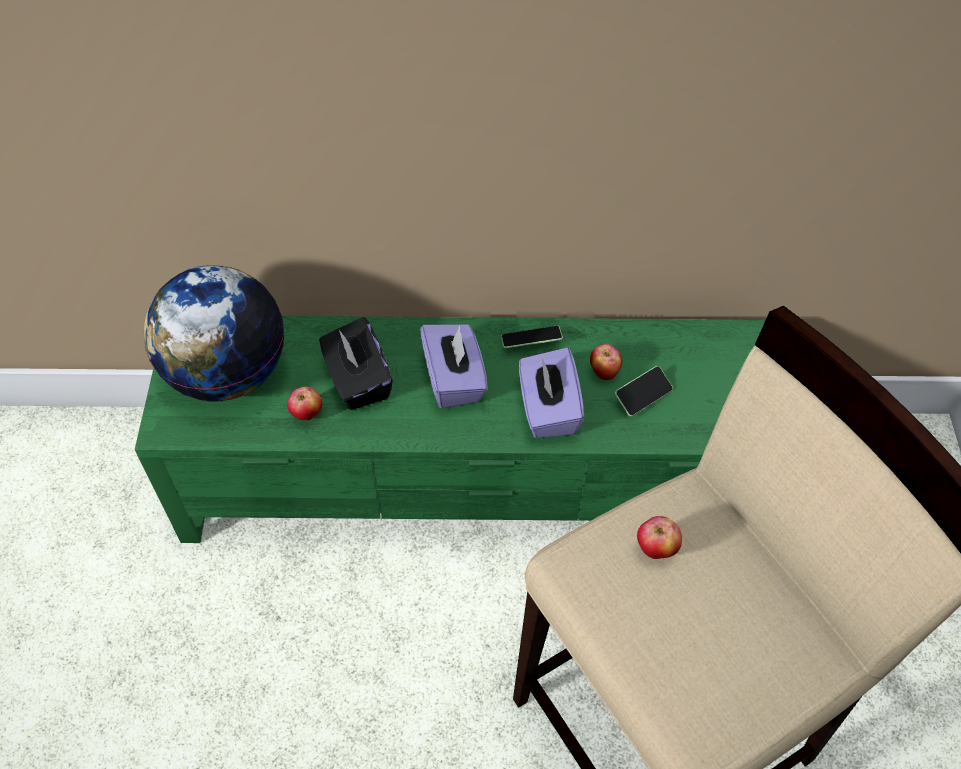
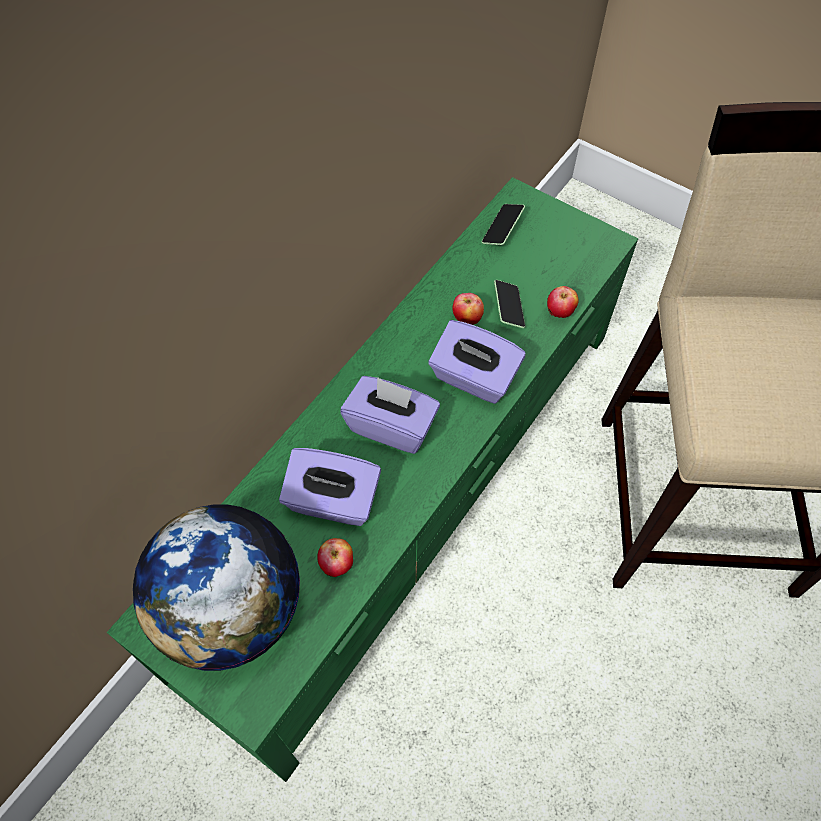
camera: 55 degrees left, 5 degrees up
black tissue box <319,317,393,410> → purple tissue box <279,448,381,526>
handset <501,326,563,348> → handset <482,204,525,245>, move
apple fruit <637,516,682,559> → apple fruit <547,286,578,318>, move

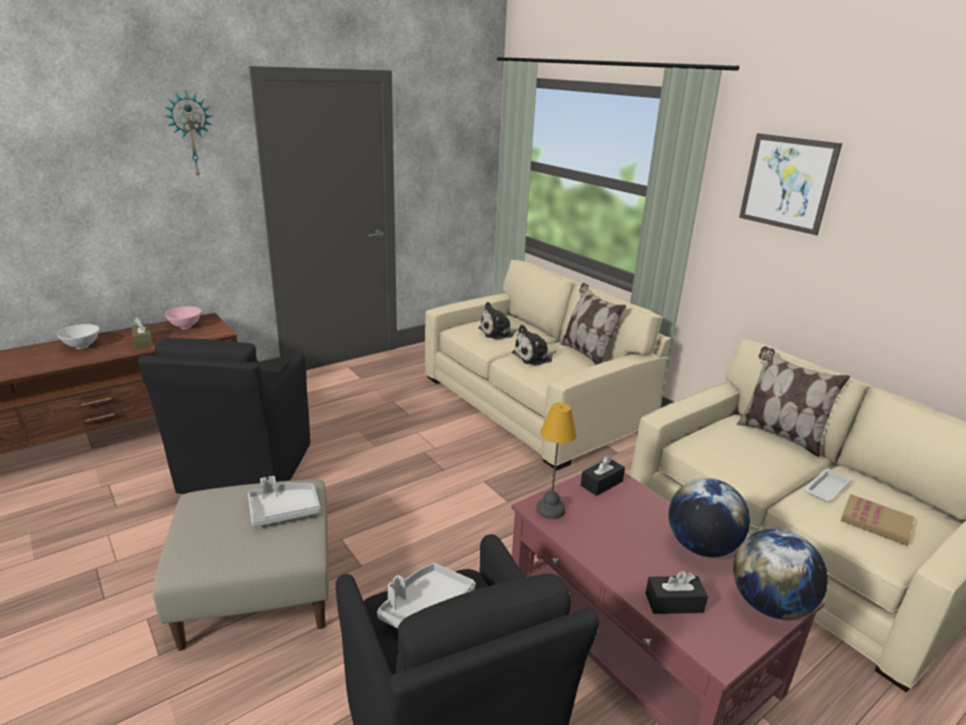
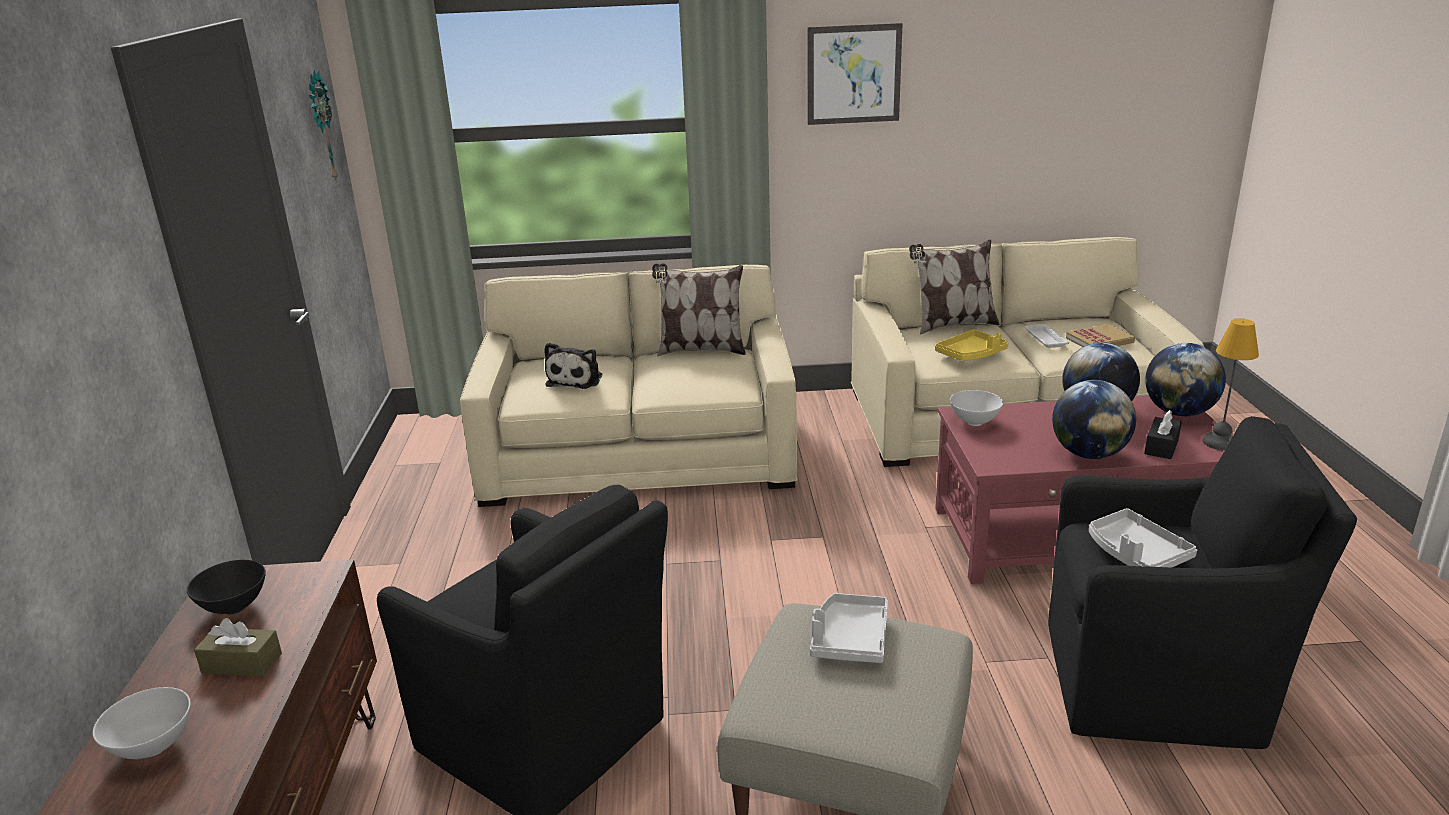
camera: 55 degrees left, 0 degrees up
pink bowl <165,306,202,329> → black bowl <187,560,266,614>
wall clock <164,91,212,176> → wall clock <309,70,338,182>, move
- → yellowish serving tray <935,329,1008,361>
black tissue box <581,455,625,496> → whitish bowl <950,390,1003,426>
- → desk globe <1052,380,1136,459>
lamp for a table <536,403,577,519> → lamp for a table <1203,318,1259,451>, move
cuddly toy <512,325,556,365> → -

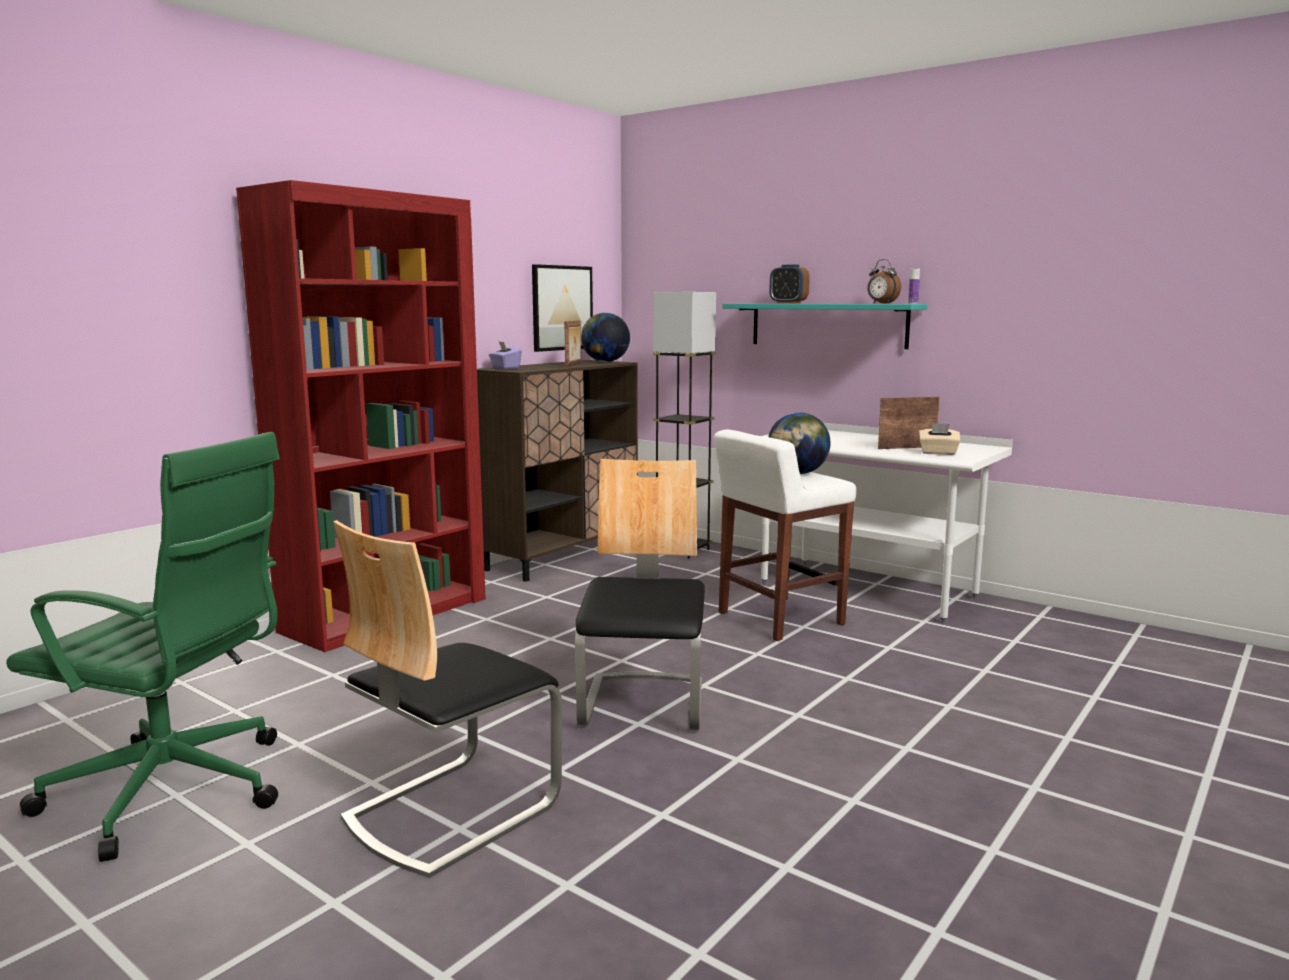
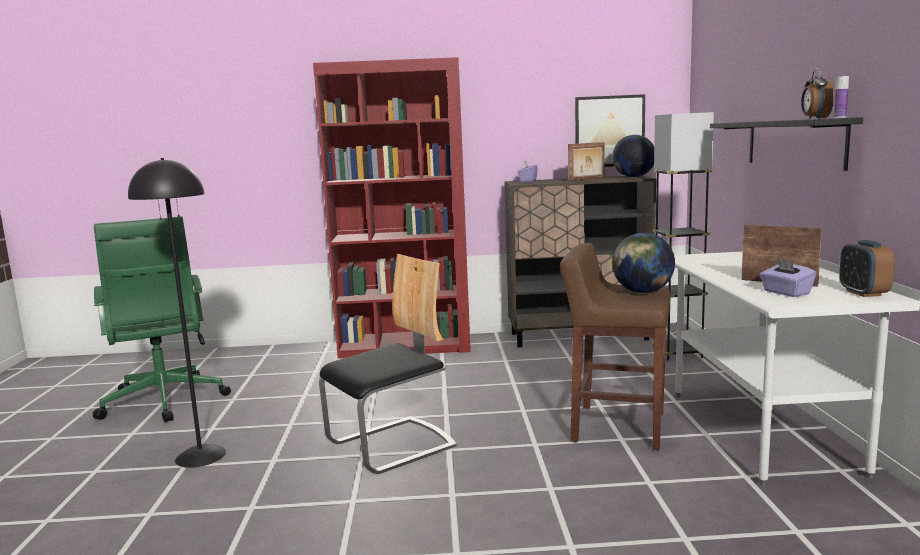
camera: 50 degrees right, 0 degrees up
upright chair <333,520,562,878> → black standing lamp <128,158,226,468>
whitish stool <714,429,856,641> → brownish stool <560,243,670,450>
turquoise bracket shelf <723,304,927,349> → black bracket shelf <710,117,863,171>
sand-coloured tissue box <919,423,961,455> → purple tissue box <760,258,816,297>
alarm clock <769,264,810,303> → alarm clock <839,240,895,297>, move

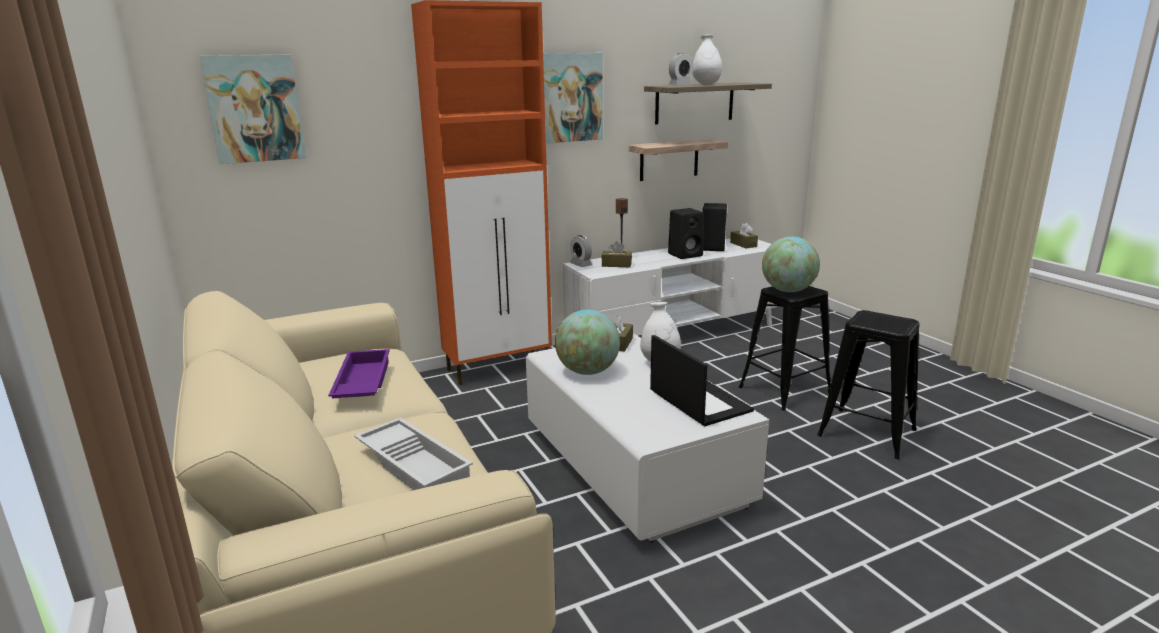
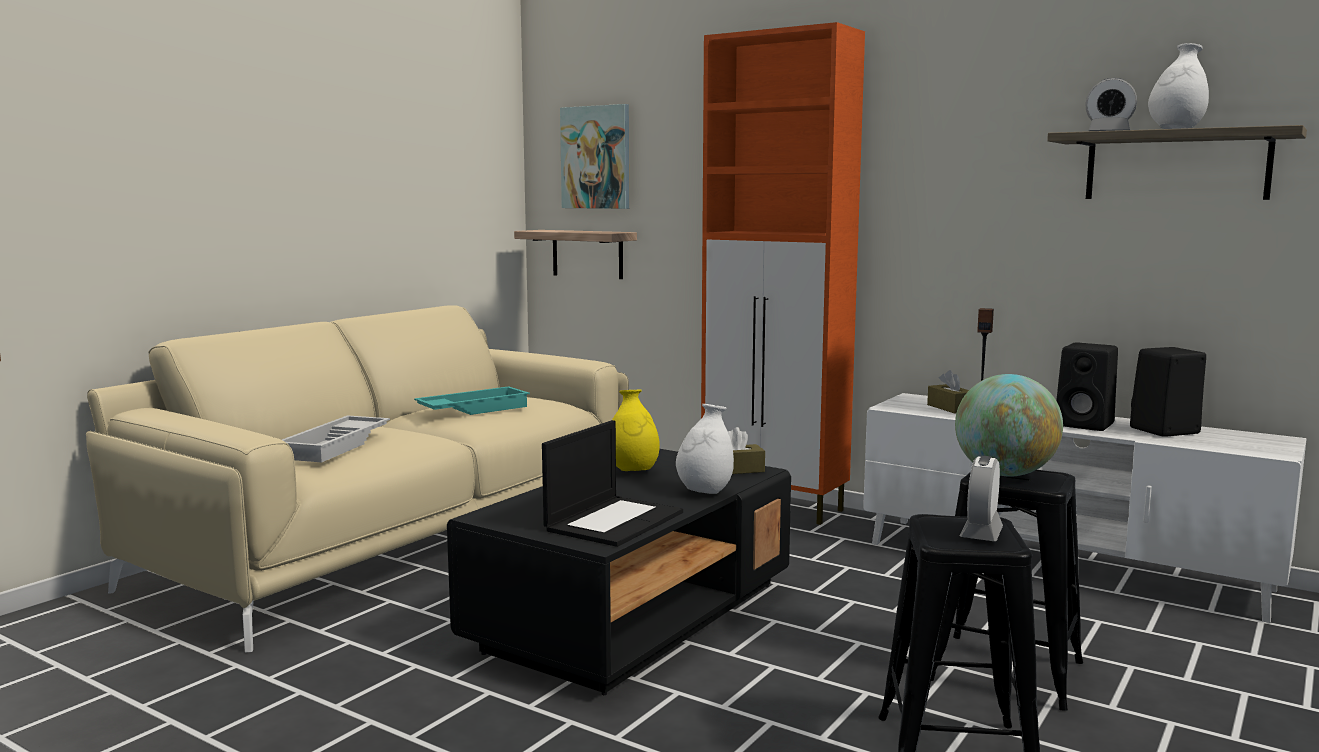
camera: 60 degrees right, 10 degrees down
purple serving tray <328,349,390,399> → turquoise serving tray <414,386,530,415>
whitish low table <526,333,769,542> → black low table <447,449,791,695>
bracket shelf <629,139,728,181> → bracket shelf <514,230,637,279>, move
desk globe <555,310,620,375> → yellowish decorative vase <612,389,660,471>
alarm clock <570,235,592,267> → alarm clock <960,456,1003,541>, move
picture <543,53,603,143> → -
brownish tissue box <730,223,758,248> → -

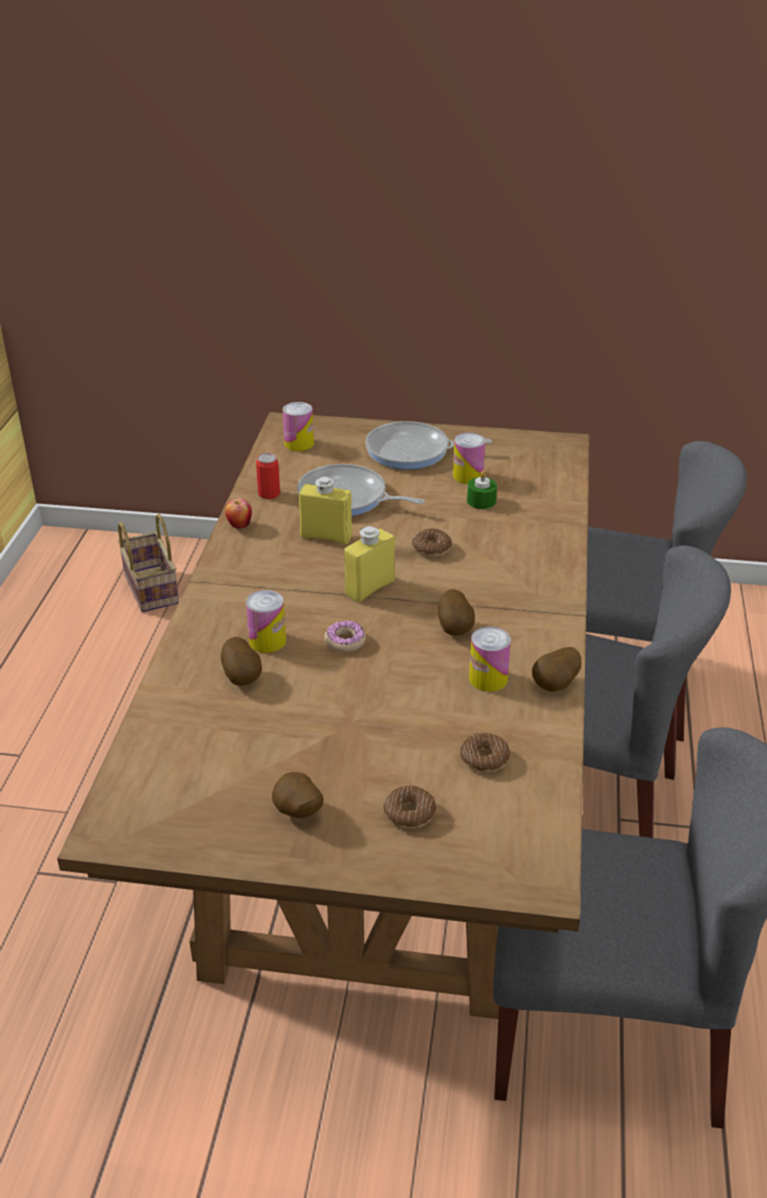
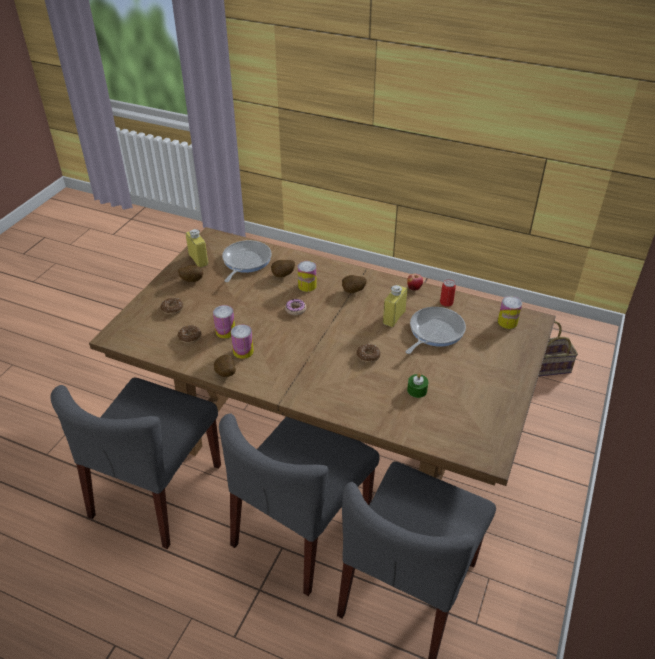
camera: 105 degrees right, 5 degrees up
yellowish drink bottle <344,526,395,602> → yellowish drink bottle <186,229,208,267>, move
can <453,433,485,484> → can <213,305,235,339>, move
frying pan <365,421,492,470> → frying pan <222,240,272,282>, move
potato <438,589,475,636> → potato <342,275,367,293>, move

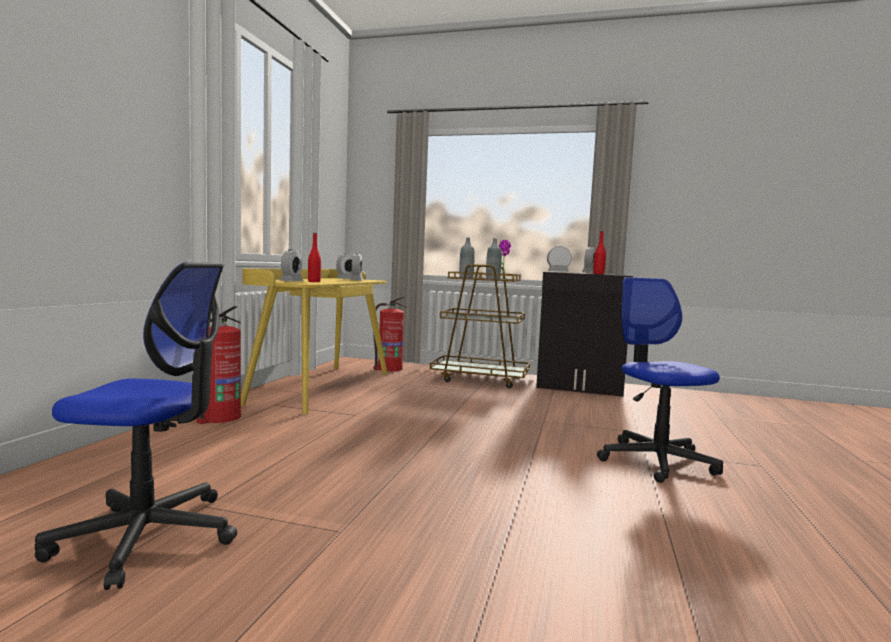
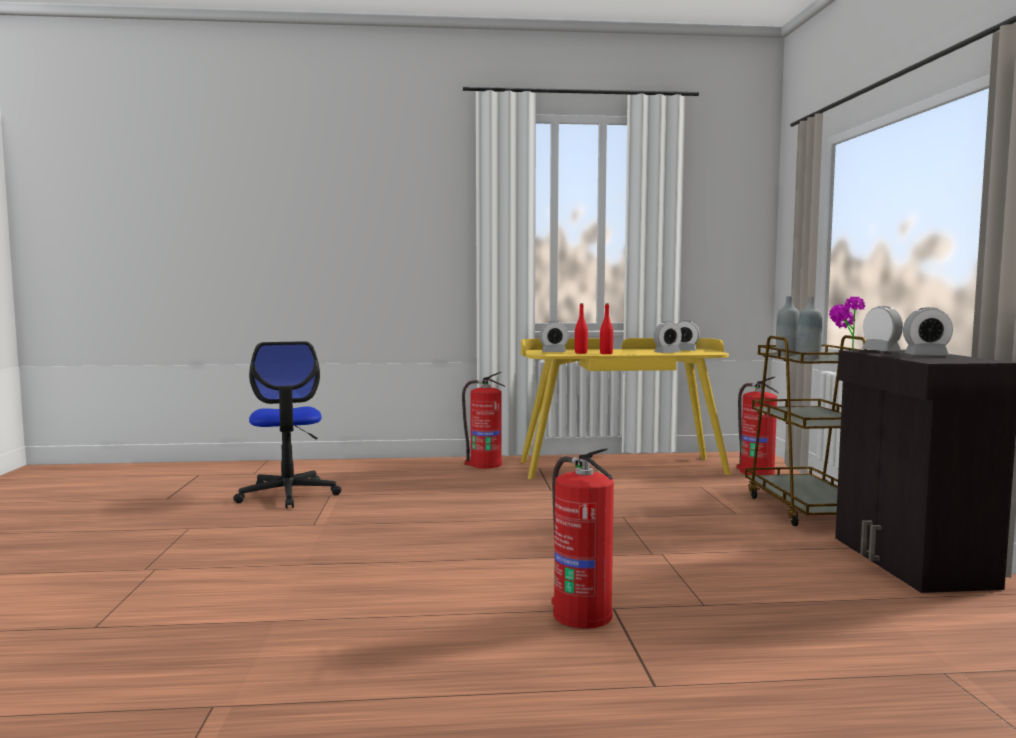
camera: 70 degrees right, 0 degrees up
desk chair <597,277,723,483> → fire-fighting cylinder <552,448,614,629>
red-coloured drink bottle <593,231,606,274> → red-coloured drink bottle <600,304,613,354>, move

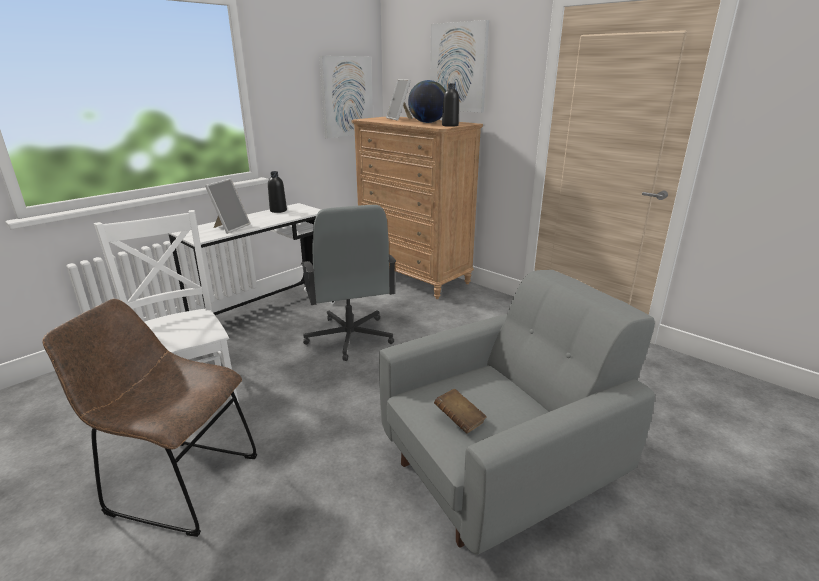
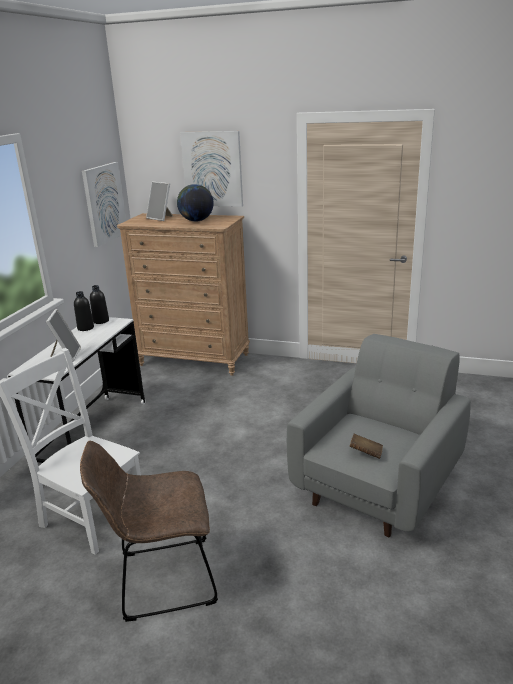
camera: 25 degrees left, 0 degrees up
black drink bottle <442,83,459,127> → black drink bottle <90,285,109,324>, move
gray desk chair <301,205,396,361> → -

